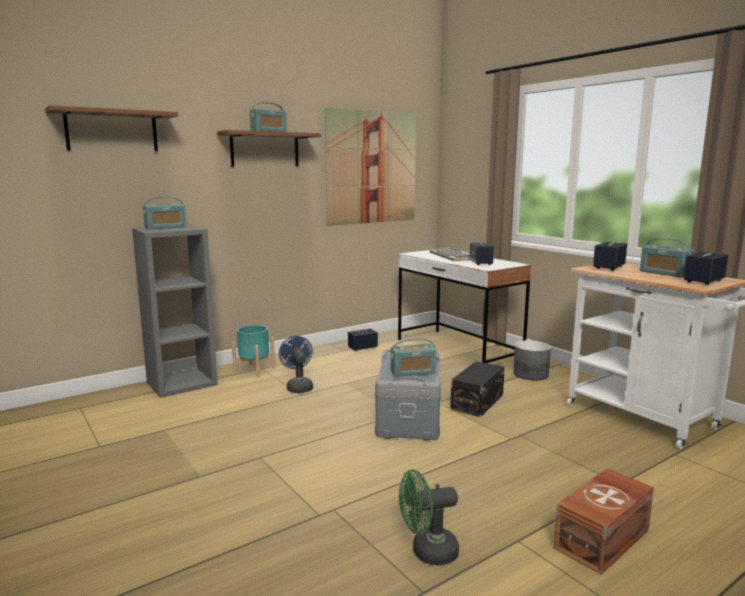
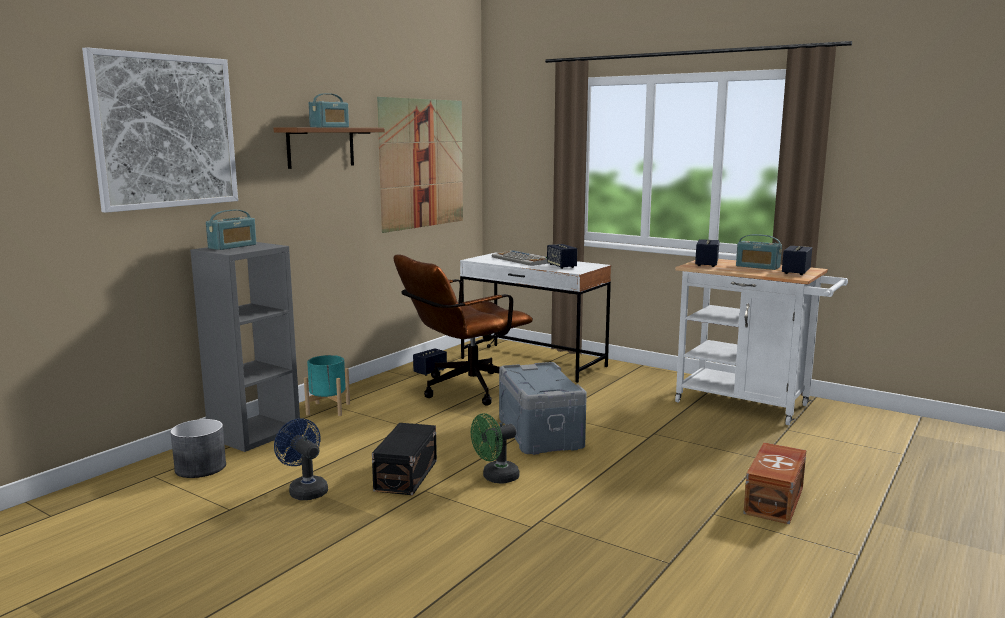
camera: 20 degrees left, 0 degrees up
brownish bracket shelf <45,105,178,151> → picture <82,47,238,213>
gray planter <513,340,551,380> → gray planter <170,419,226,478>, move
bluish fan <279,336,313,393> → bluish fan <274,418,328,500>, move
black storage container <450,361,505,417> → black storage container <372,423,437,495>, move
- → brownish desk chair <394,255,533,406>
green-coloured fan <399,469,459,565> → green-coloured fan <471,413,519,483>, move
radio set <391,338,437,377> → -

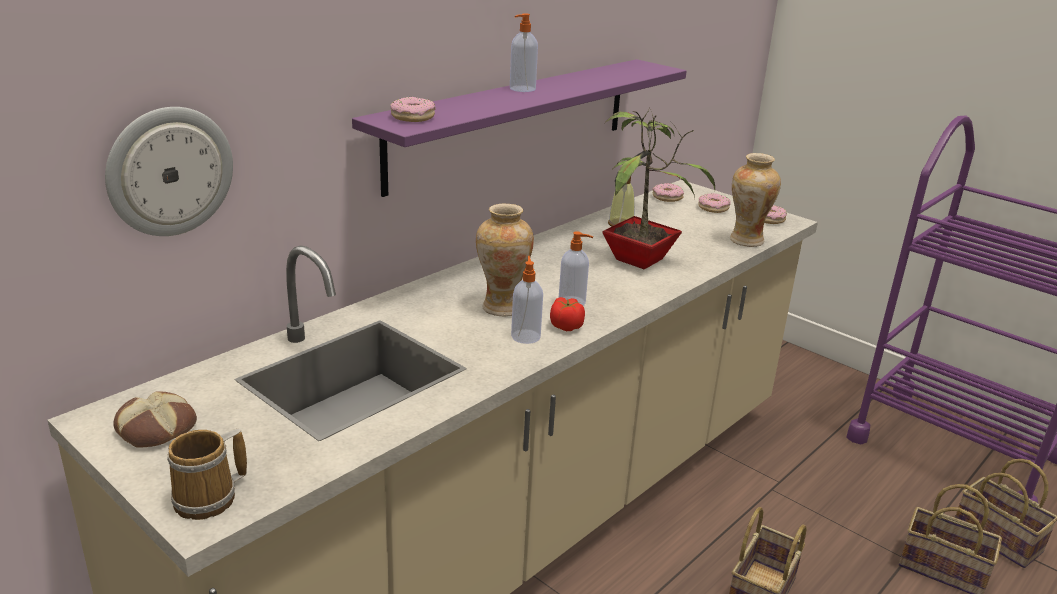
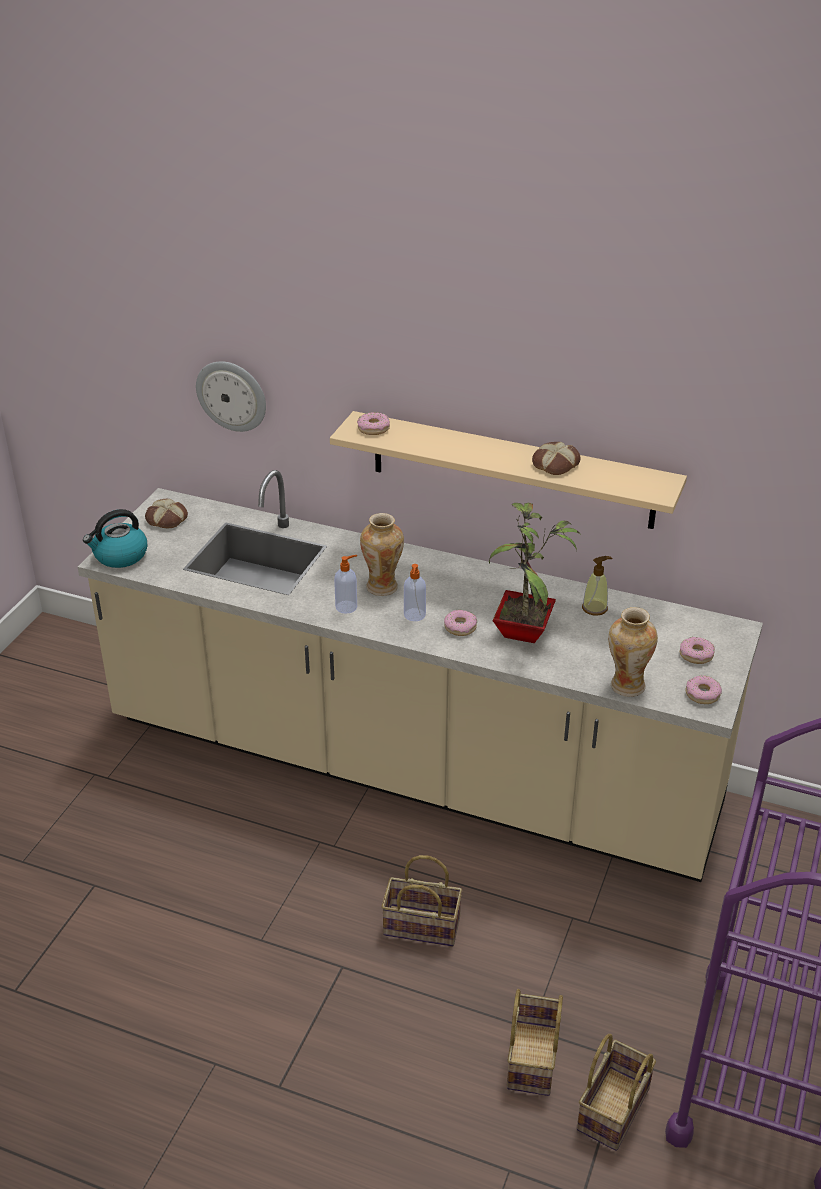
camera: 70 degrees right, 10 degrees up
mug <167,429,247,520> → kettle <83,509,147,568>
purple bracket shelf <352,59,687,197> → sand-coloured bracket shelf <330,411,687,529>
ring doughnut <652,183,684,202> → ring doughnut <444,610,477,636>, move
- → bakery bread <532,442,581,475>
liquid soap bottle <510,14,538,92> → -
whole tomato <550,297,585,331> → -

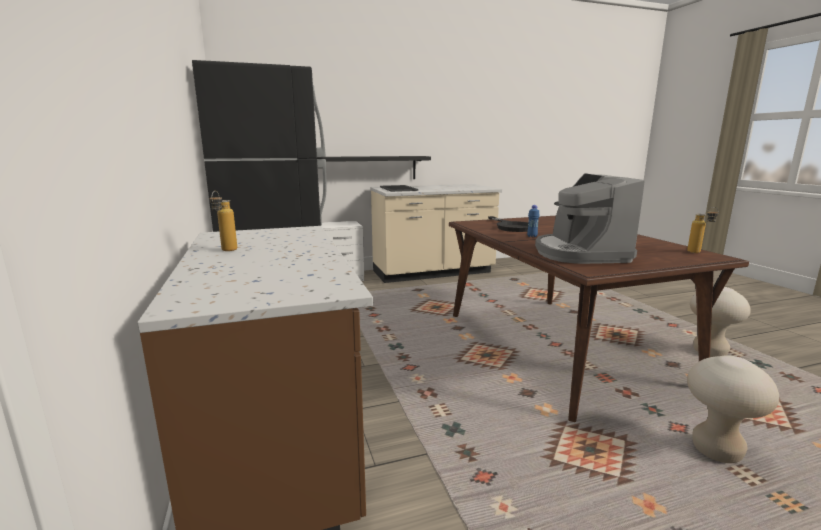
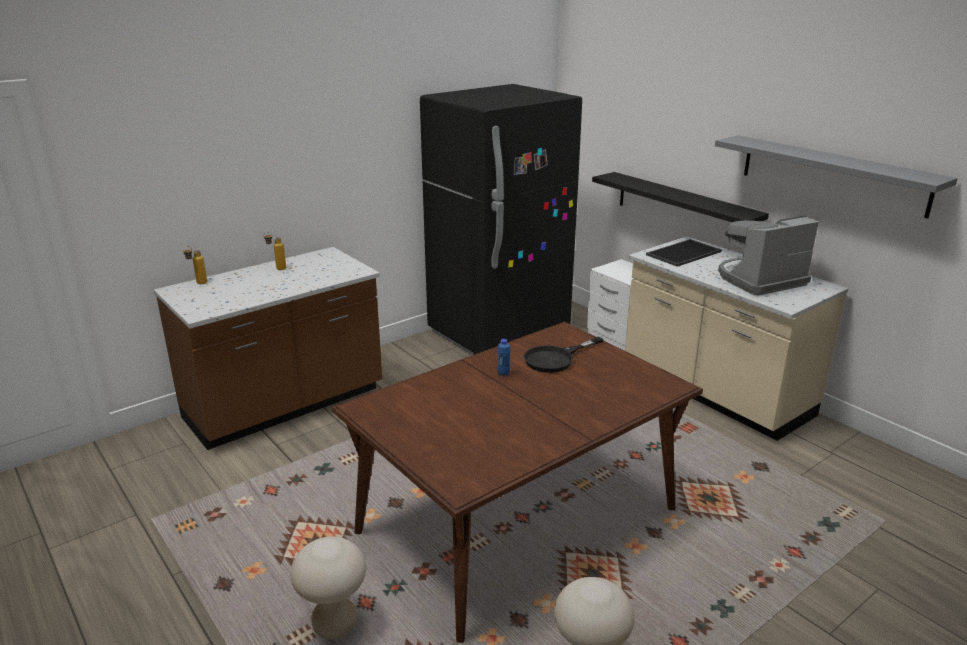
camera: 70 degrees right, 10 degrees up
drink bottle <687,207,719,253> → drink bottle <183,246,207,284>, move
- → gray bracket shelf <715,135,958,218>
coffee maker <535,173,645,264> → coffee maker <718,216,819,295>, move

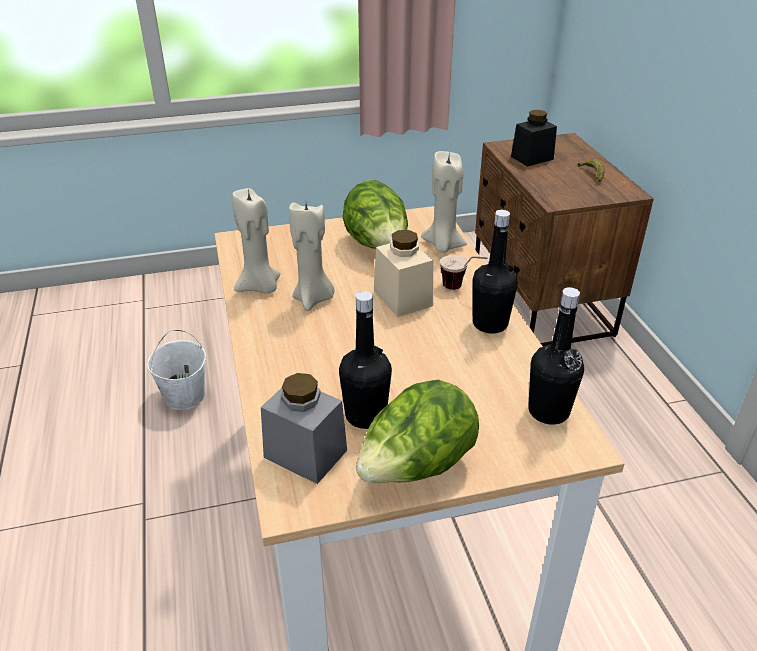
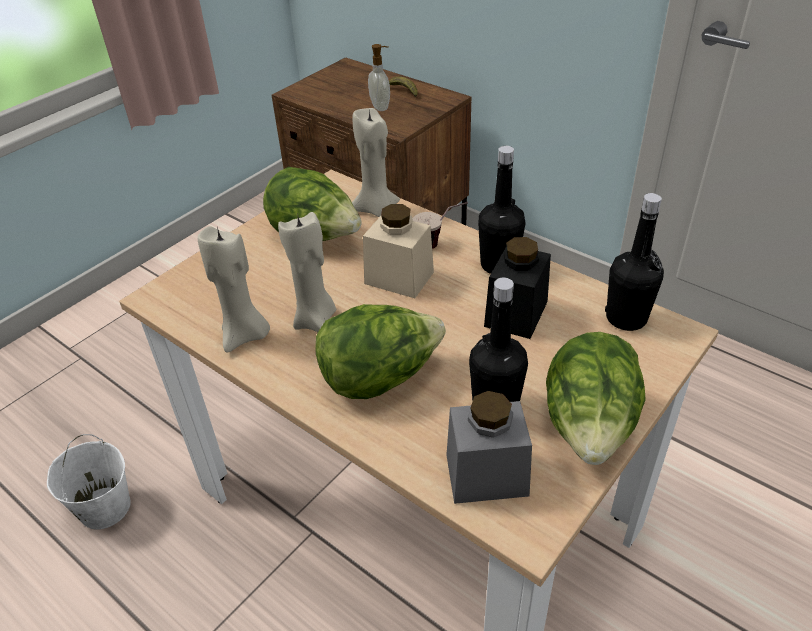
camera: 35 degrees left, 5 degrees up
- → lettuce head <315,304,446,399>
- → liquid soap bottle <368,44,390,111>
black jar <511,110,557,167> → black jar <484,237,551,339>, move

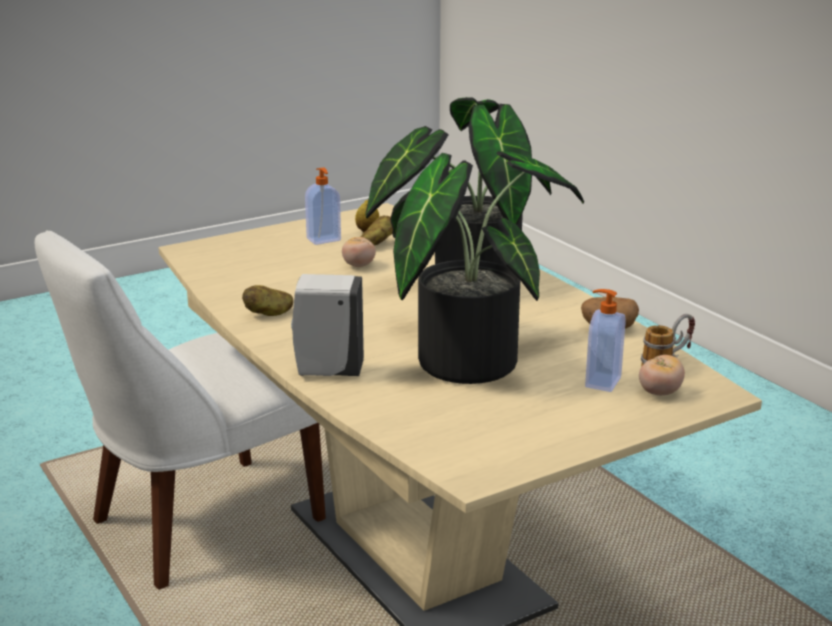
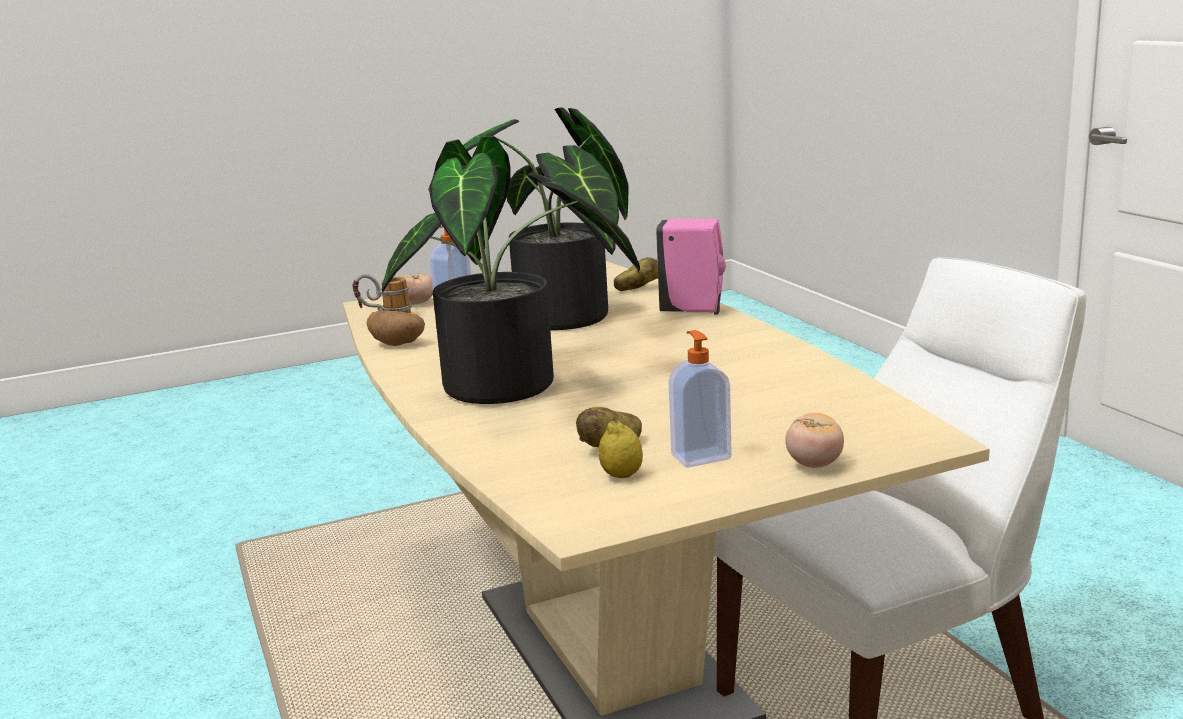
camera: 170 degrees left, 5 degrees down
potato <242,285,293,316> → potato <614,257,658,291>, move
whitish liquid soap bottle <291,274,364,376> → pink liquid soap bottle <656,219,726,315>
whole tomato <342,237,376,267> → whole tomato <785,413,844,468>, move

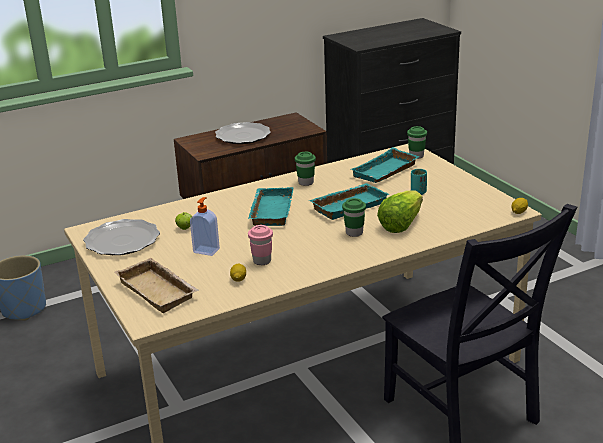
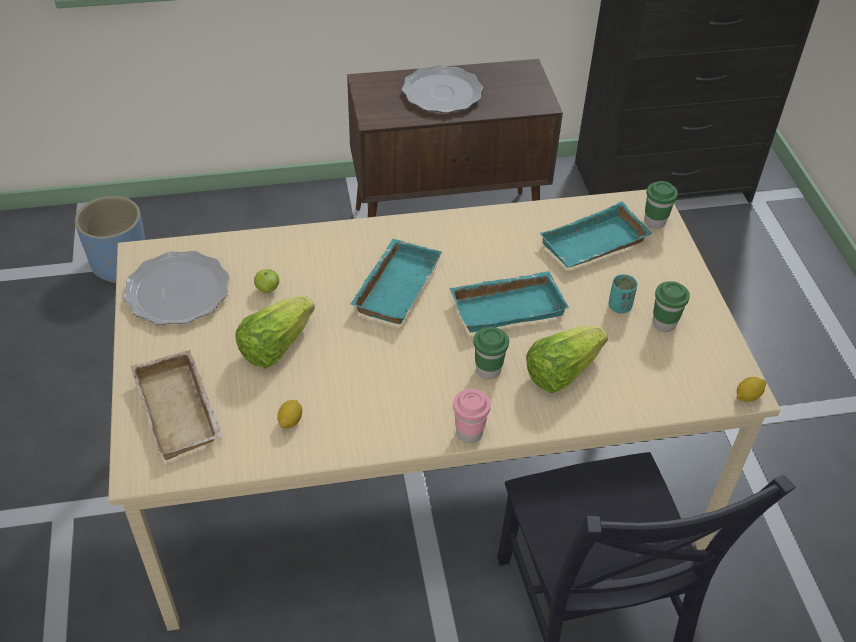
camera: 15 degrees right, 20 degrees up
liquid soap bottle <190,197,220,256> → lettuce head <235,296,315,369>
pink drinking cup <248,225,273,265> → pink drinking cup <453,389,491,443>, move
green-coloured drinking cup <295,152,316,186> → green-coloured drinking cup <652,281,690,332>, move

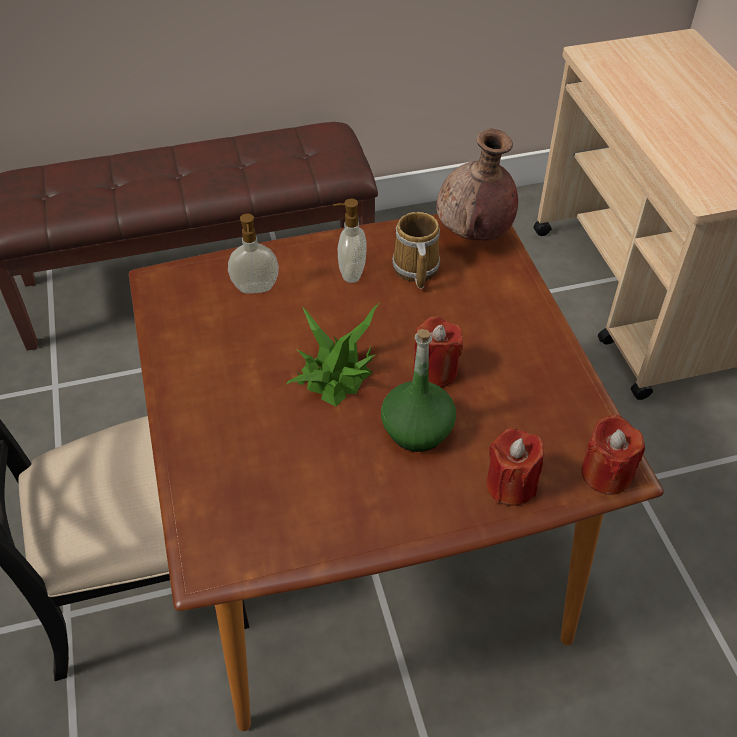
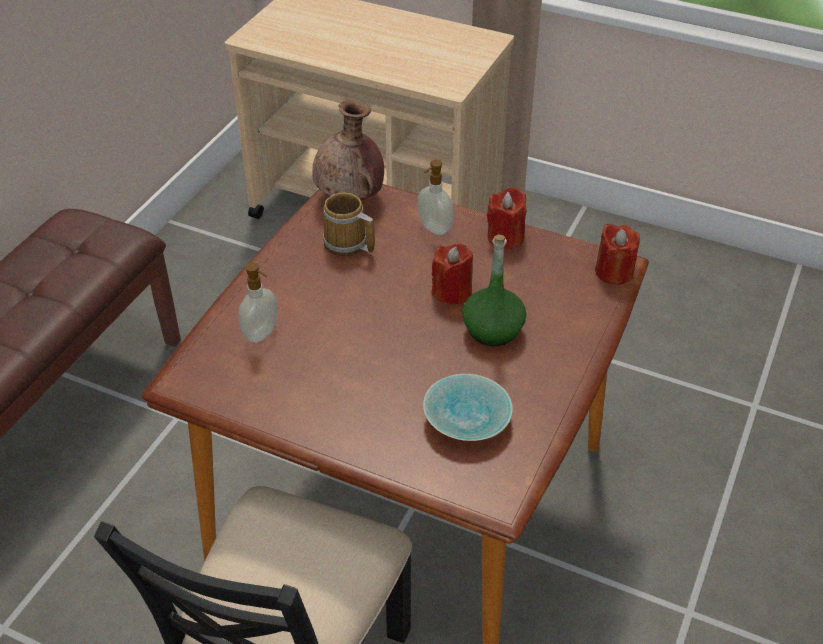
camera: 50 degrees left, 5 degrees down
liquid soap bottle <333,199,366,283> → liquid soap bottle <417,160,454,235>, move
- → turquoise bowl <423,374,513,441>
red-coloured wax candle <486,428,544,506> → red-coloured wax candle <487,187,526,249>, move
potted plant <285,304,379,406> → -

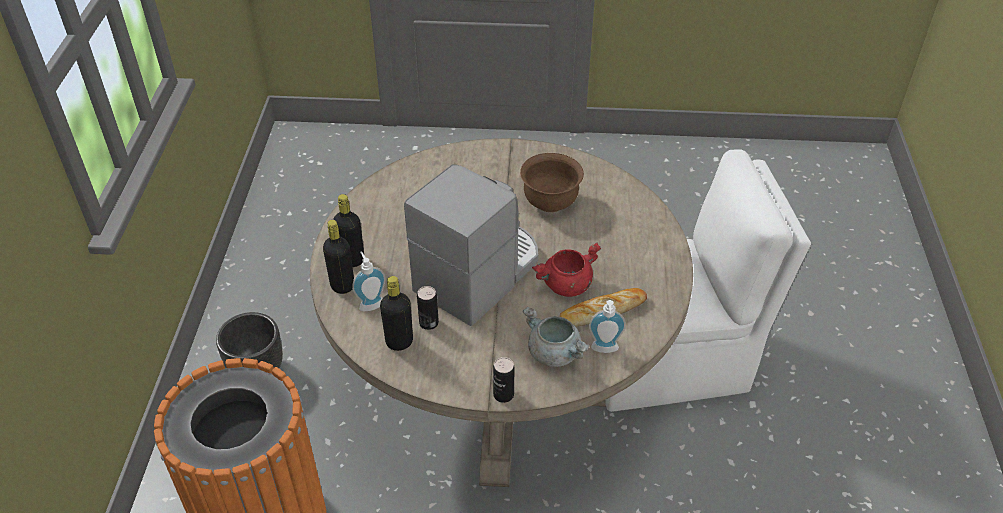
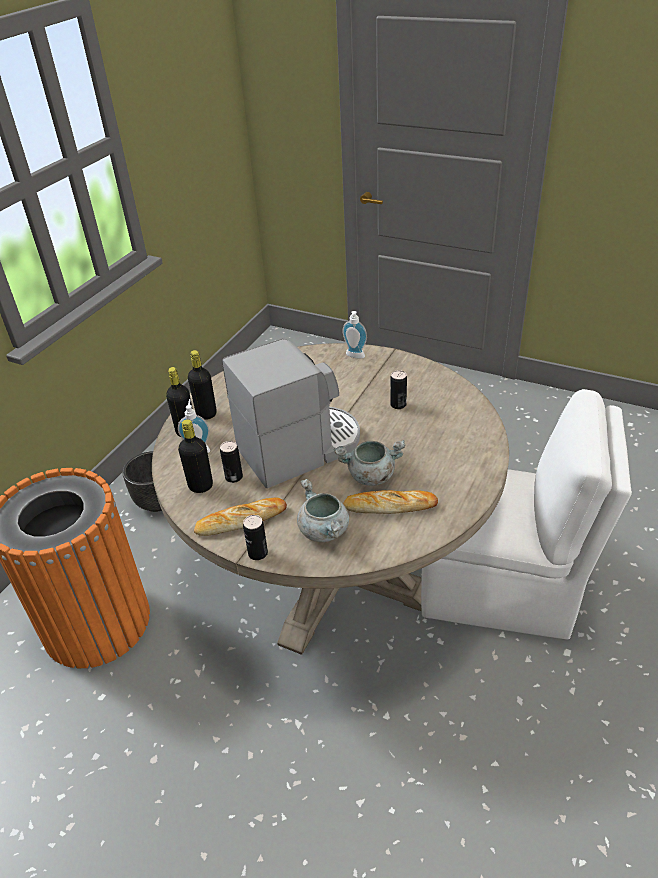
camera: 25 degrees right, 5 degrees down
- → bakery bread <194,498,287,536>
red-coloured stockpot <532,242,601,297> → gray stockpot <334,440,405,486>
liquid soap bottle <589,300,626,353> → liquid soap bottle <343,311,367,358>, move
brownish bowl <520,153,584,212> → can <390,370,407,409>

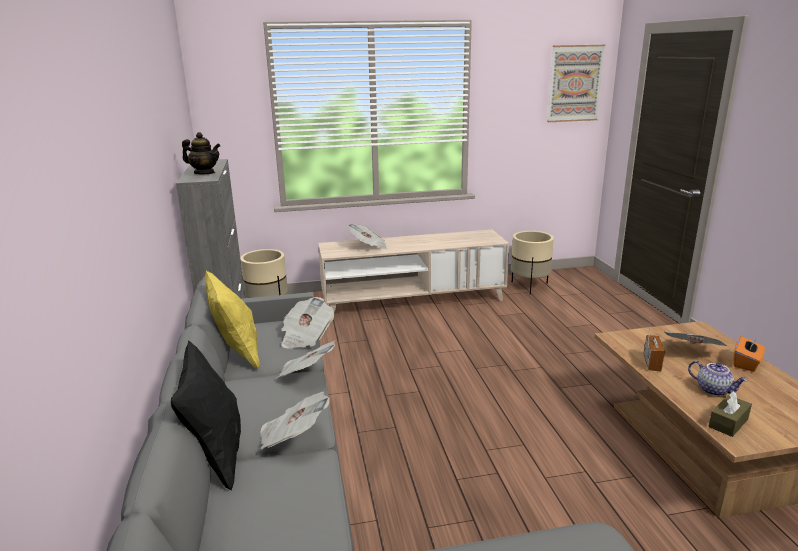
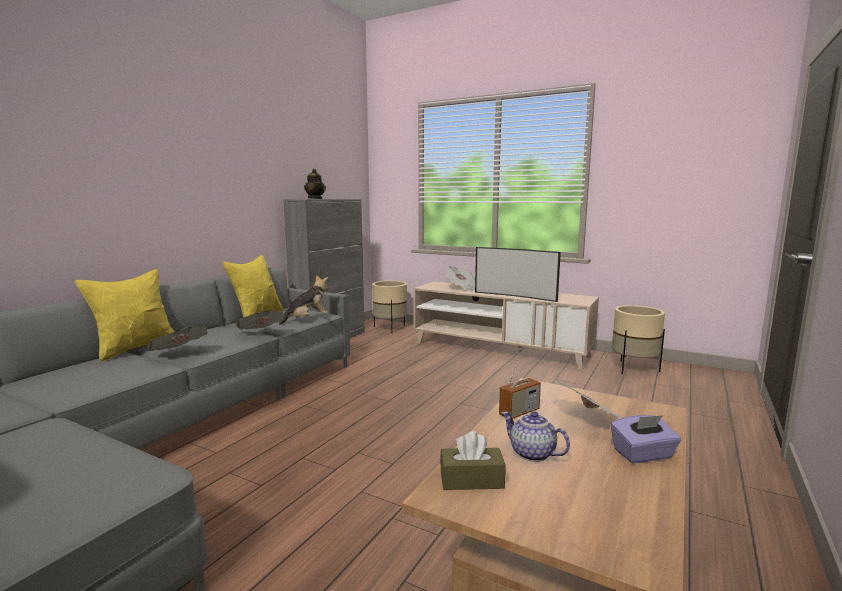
camera: 40 degrees right, 10 degrees down
black pillow <171,340,241,491> → yellowish pillow <75,269,174,362>
newspaper <281,297,334,349> → cuddly toy <279,275,329,325>
- → TV set <475,247,561,302>
pot for tea <688,361,747,396> → pot for tea <502,411,570,462>, 135 degrees clockwise
orangey tissue box <733,336,765,372> → purple tissue box <610,415,681,463>
picture <547,45,605,122> → -

